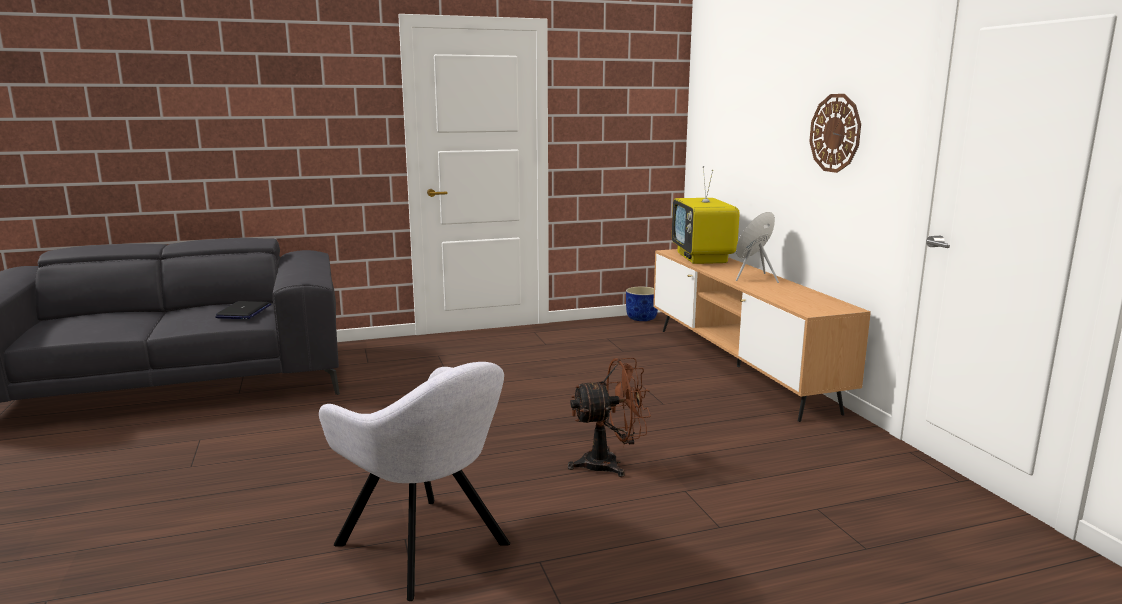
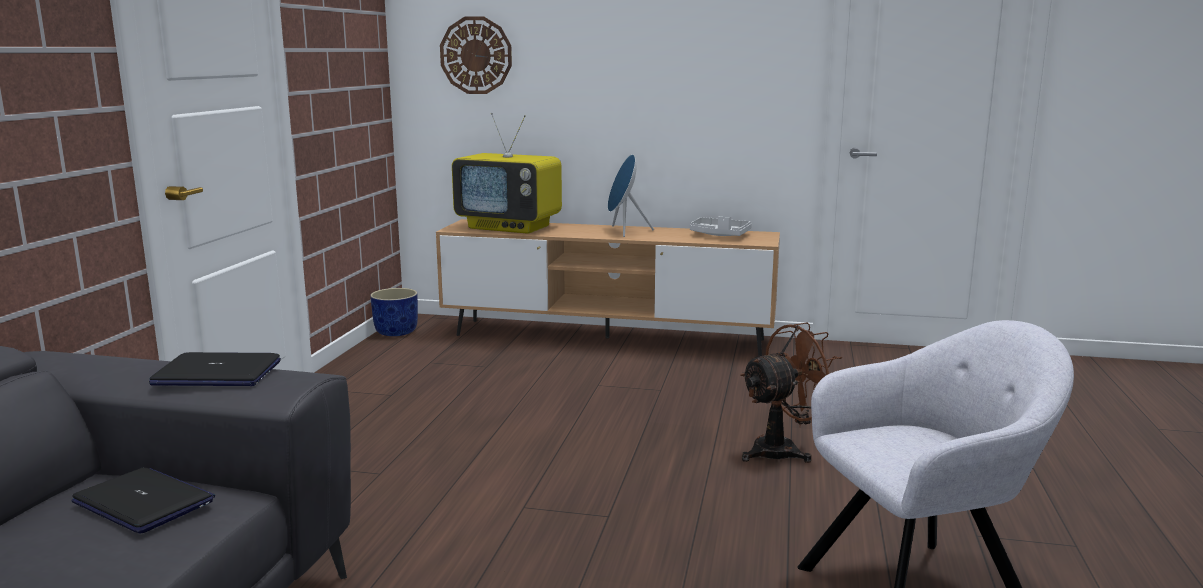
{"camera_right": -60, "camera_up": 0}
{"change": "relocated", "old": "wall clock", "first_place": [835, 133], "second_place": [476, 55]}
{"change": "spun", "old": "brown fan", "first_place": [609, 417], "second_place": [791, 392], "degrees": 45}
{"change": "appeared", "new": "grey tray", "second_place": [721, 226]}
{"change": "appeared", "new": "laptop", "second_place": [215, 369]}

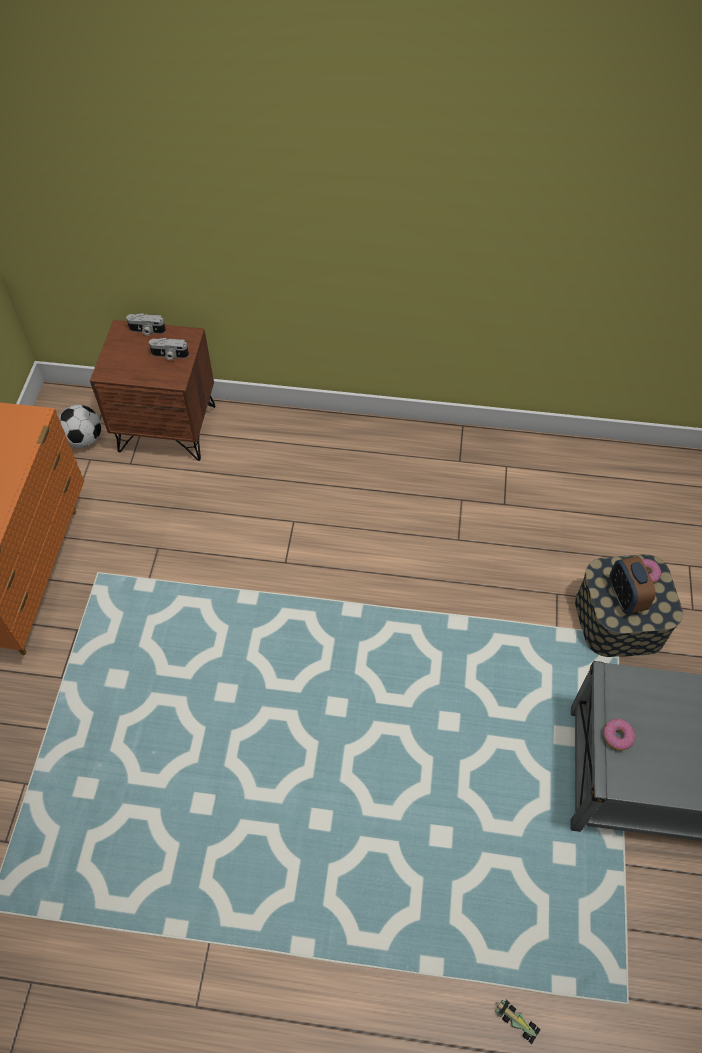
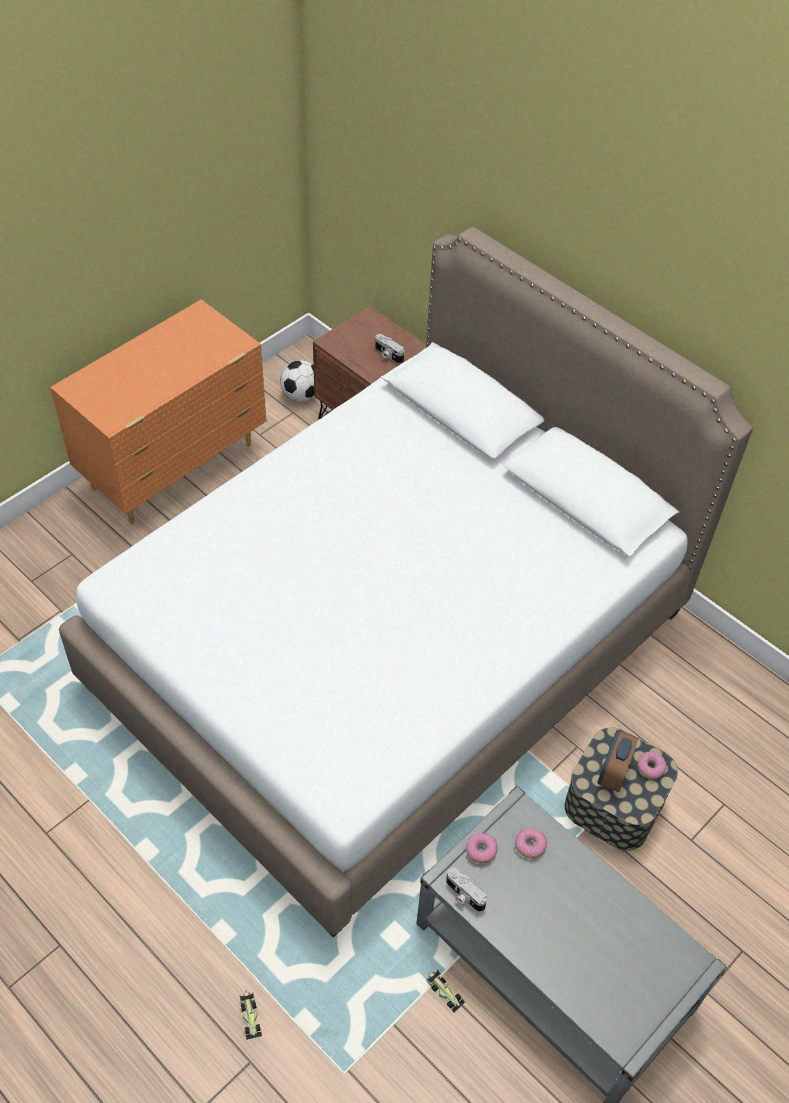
{"camera_right": 35, "camera_up": -5}
{"change": "relocated", "old": "photo camera", "first_place": [146, 324], "second_place": [466, 890]}
{"change": "appeared", "new": "white bed", "second_place": [406, 582]}
{"change": "appeared", "new": "donut", "second_place": [531, 843]}
{"change": "appeared", "new": "toy car", "second_place": [445, 991]}

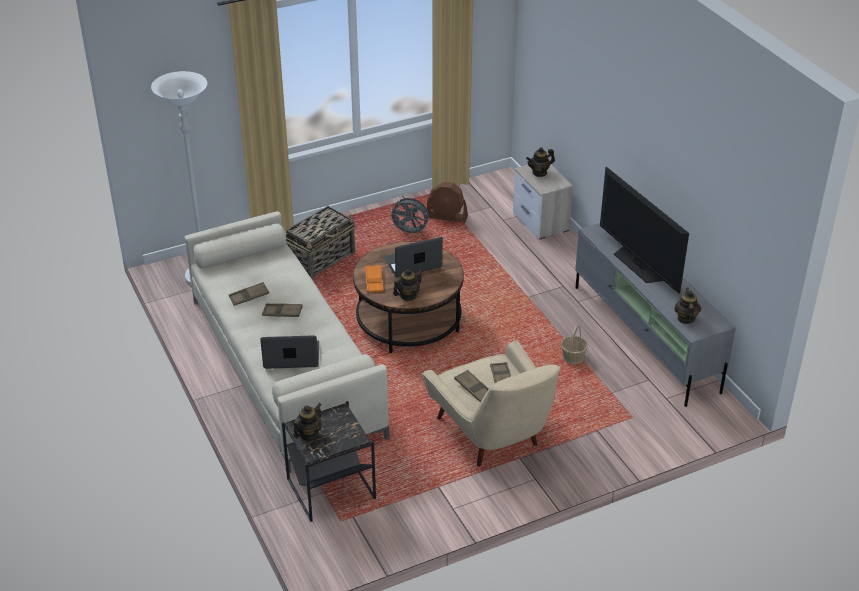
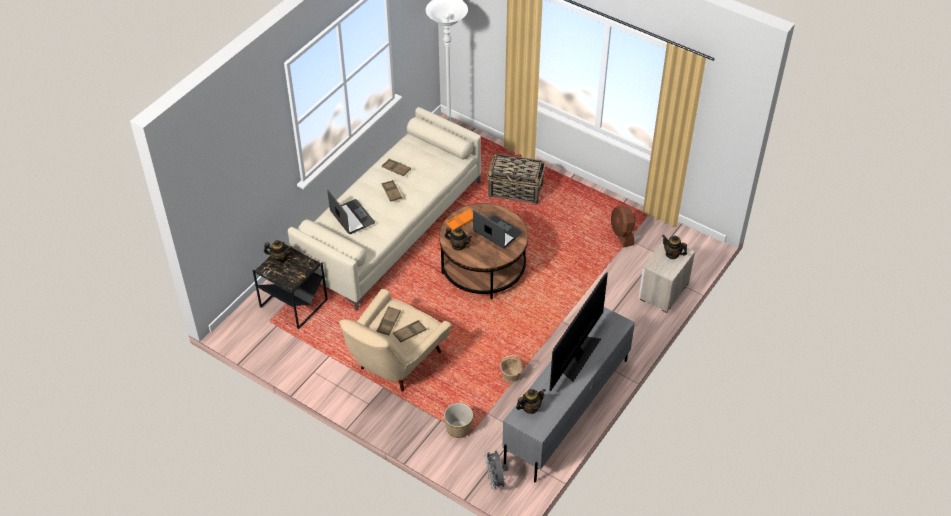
{"camera_right": 60, "camera_up": 10}
{"change": "relocated", "old": "grey fan", "first_place": [409, 217], "second_place": [496, 470]}
{"change": "appeared", "new": "planter", "second_place": [458, 420]}

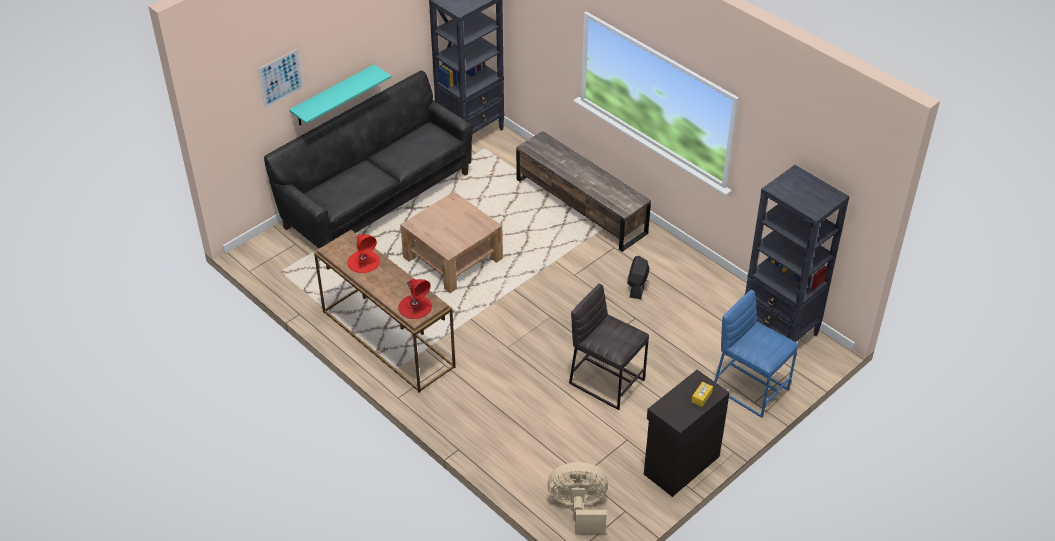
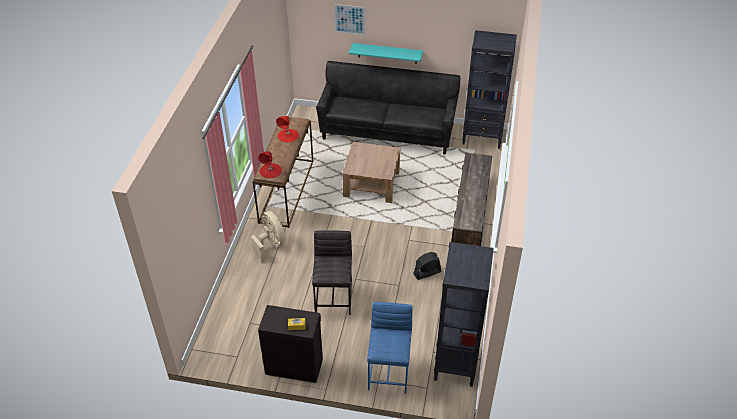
{"camera_right": 55, "camera_up": 0}
{"change": "relocated", "old": "beige fan", "first_place": [577, 498], "second_place": [268, 236]}

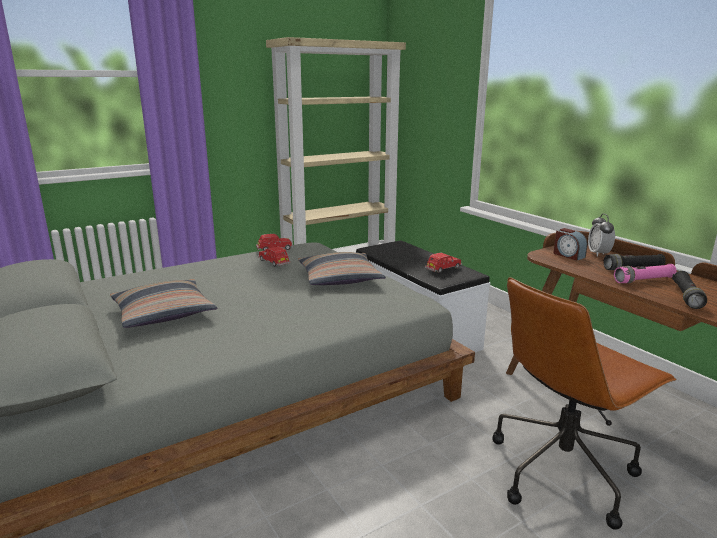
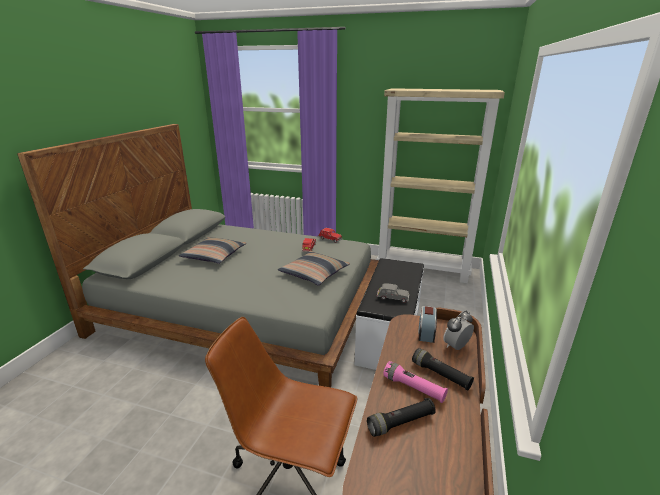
{"camera_right": 50, "camera_up": 5}
{"change": "colour", "old": "red toy car", "new": "grey toy car", "first_place": [443, 263], "second_place": [393, 293]}

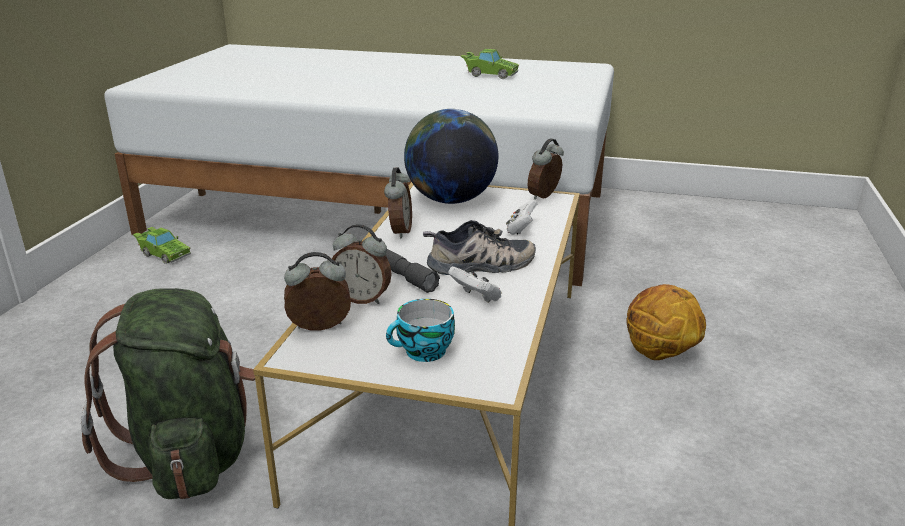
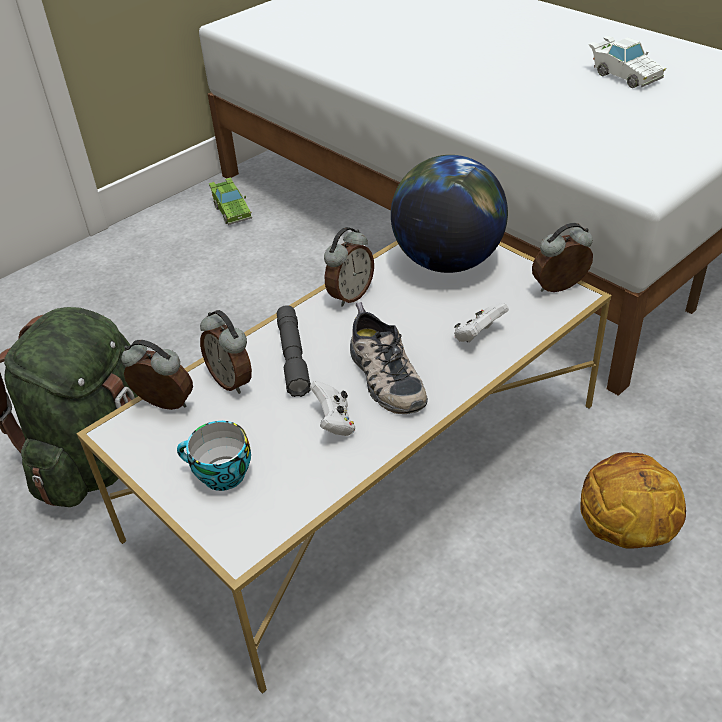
{"camera_right": 35, "camera_up": 15}
{"change": "colour", "old": "green toy car", "new": "white toy car", "first_place": [490, 64], "second_place": [627, 62]}
{"change": "spun", "old": "shoe", "first_place": [479, 247], "second_place": [389, 358], "degrees": 45}

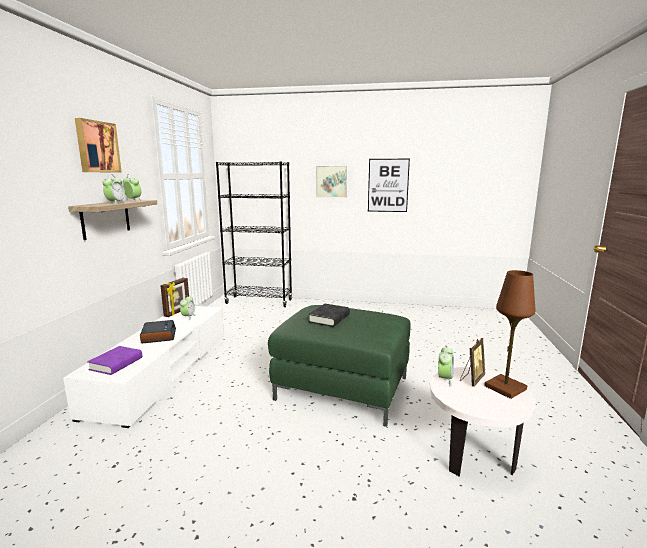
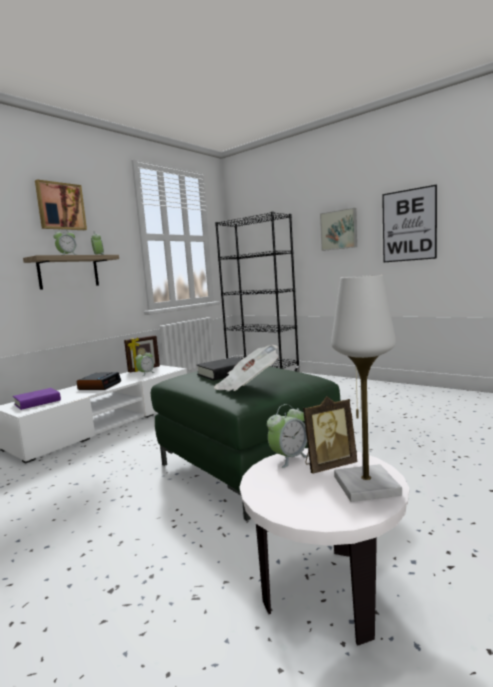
{"camera_right": 30, "camera_up": -5}
{"change": "colour", "old": "brown table lamp", "new": "white table lamp", "first_place": [509, 334], "second_place": [366, 388]}
{"change": "appeared", "new": "newspaper", "second_place": [246, 368]}

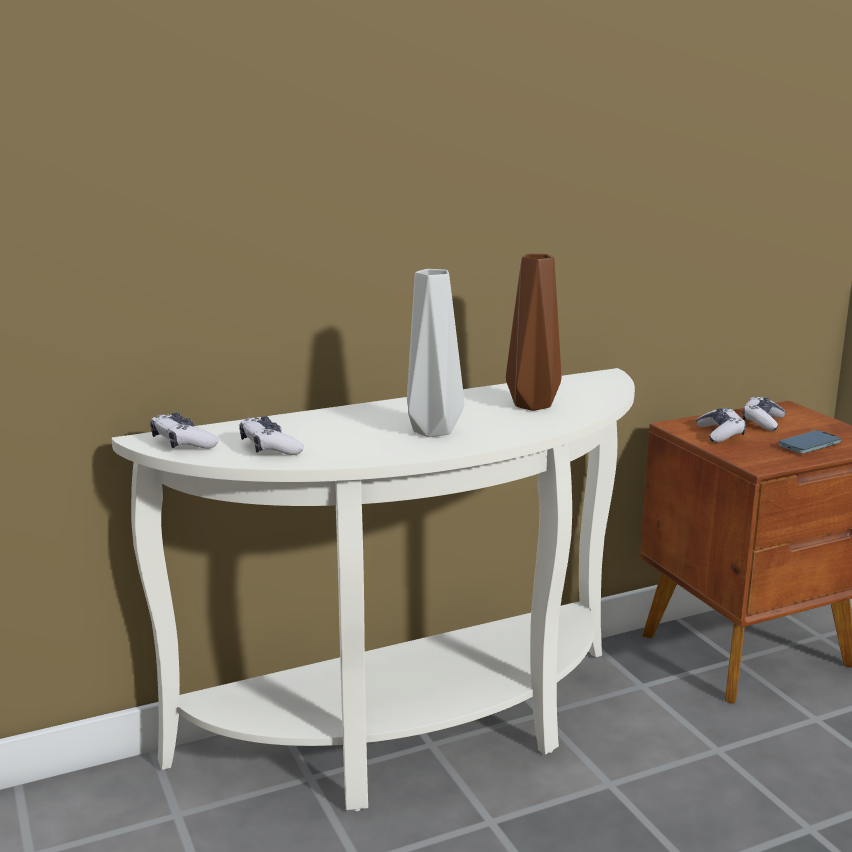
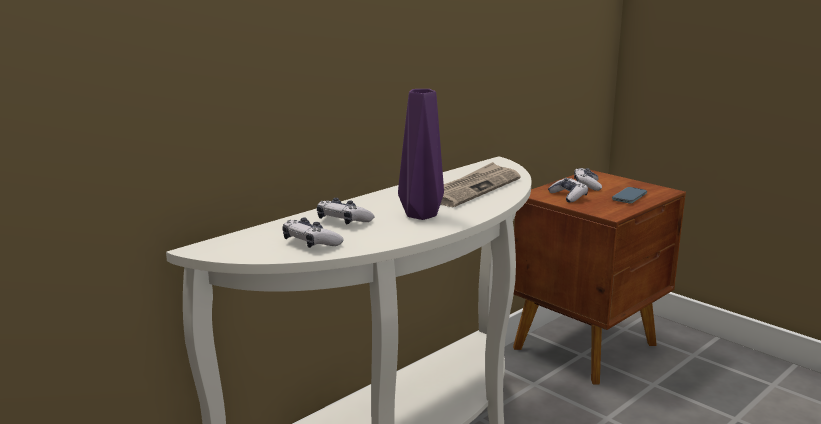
{"camera_right": -20, "camera_up": 0}
{"change": "exchanged", "old": "brown vase", "new": "newspaper", "first_place": [533, 332], "second_place": [480, 184]}
{"change": "colour", "old": "grey vase", "new": "purple vase", "first_place": [435, 353], "second_place": [421, 154]}
{"change": "relocated", "old": "game controller", "first_place": [184, 430], "second_place": [346, 211]}

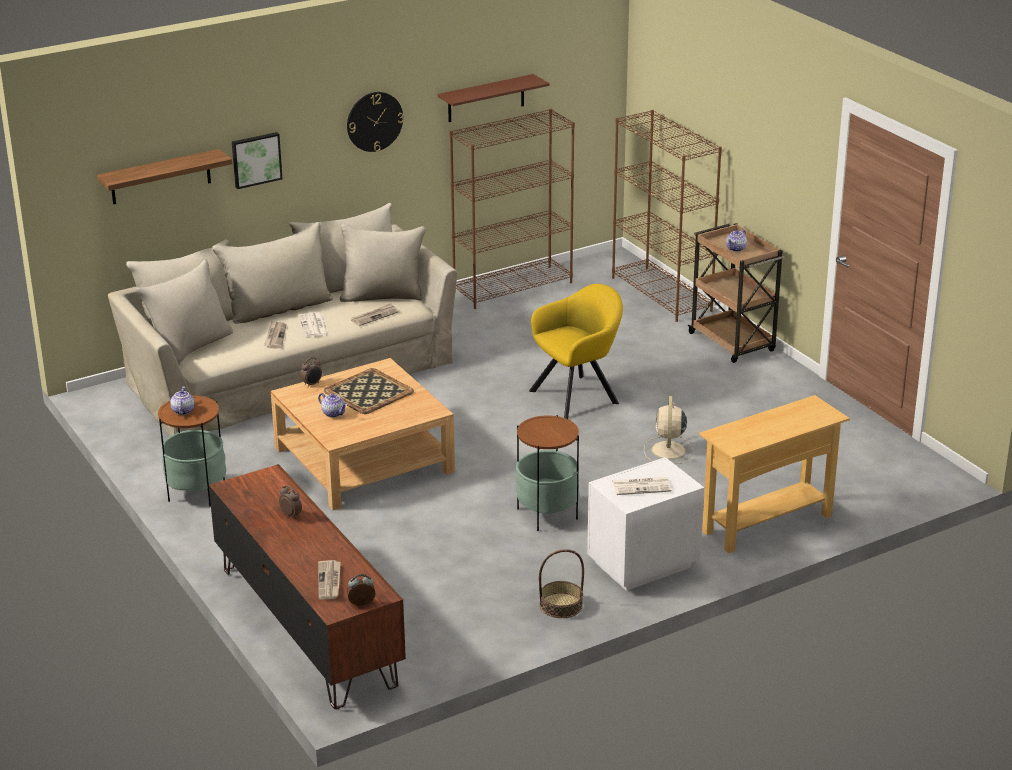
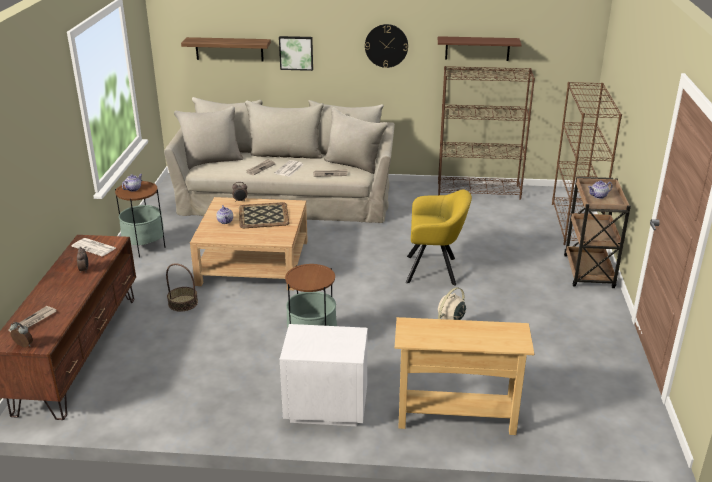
{"camera_right": 35, "camera_up": 0}
{"change": "relocated", "old": "newspaper", "first_place": [642, 486], "second_place": [93, 247]}
{"change": "relocated", "old": "basket", "first_place": [561, 583], "second_place": [182, 287]}

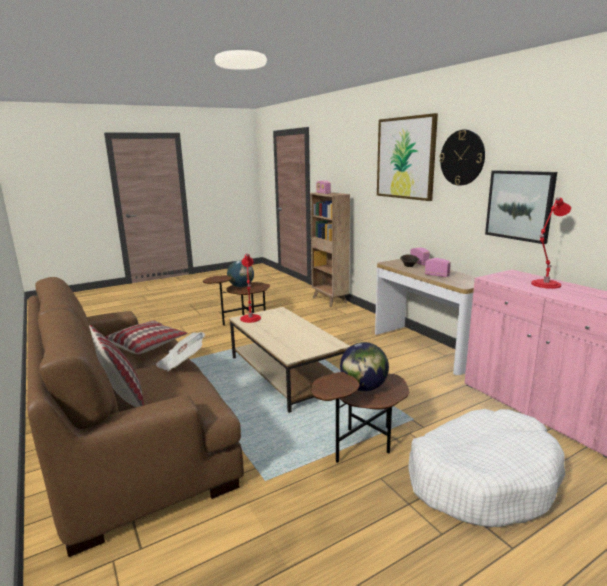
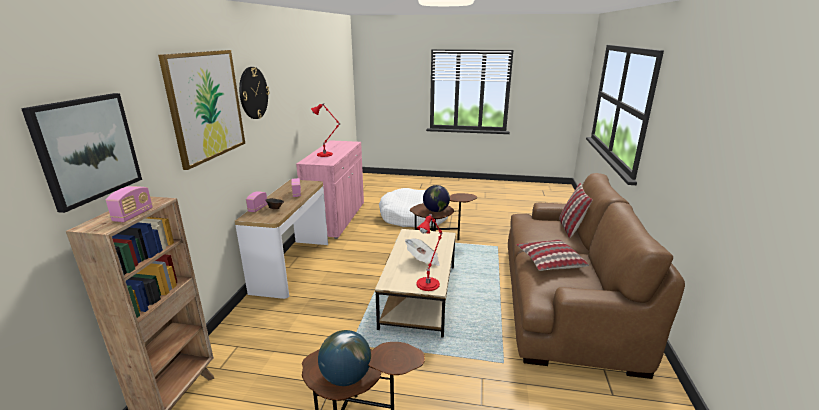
{"camera_right": -140, "camera_up": 5}
{"change": "relocated", "old": "picture", "first_place": [521, 207], "second_place": [81, 153]}
{"change": "relocated", "old": "newspaper", "first_place": [180, 352], "second_place": [422, 252]}

